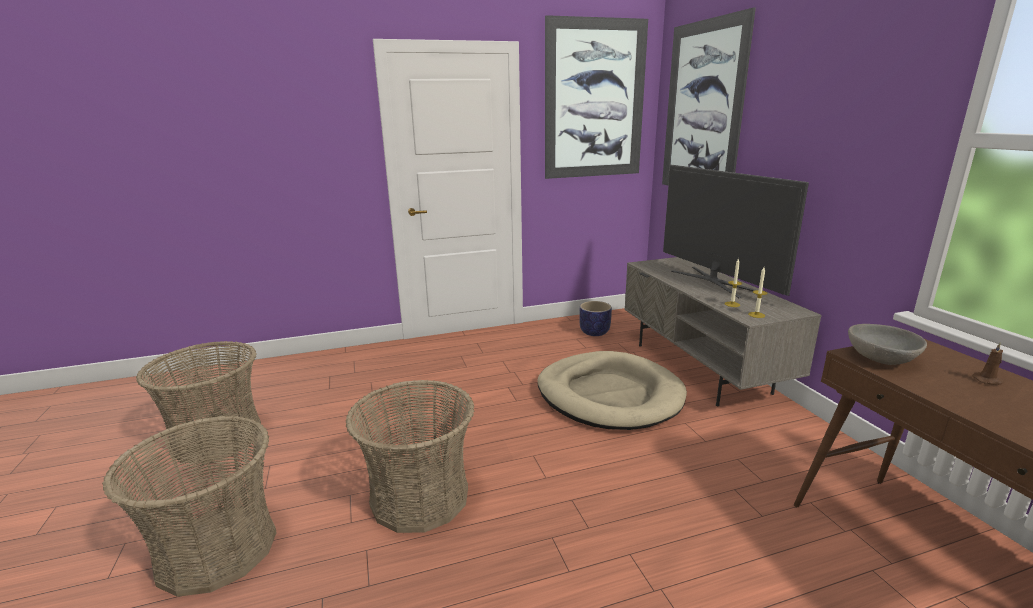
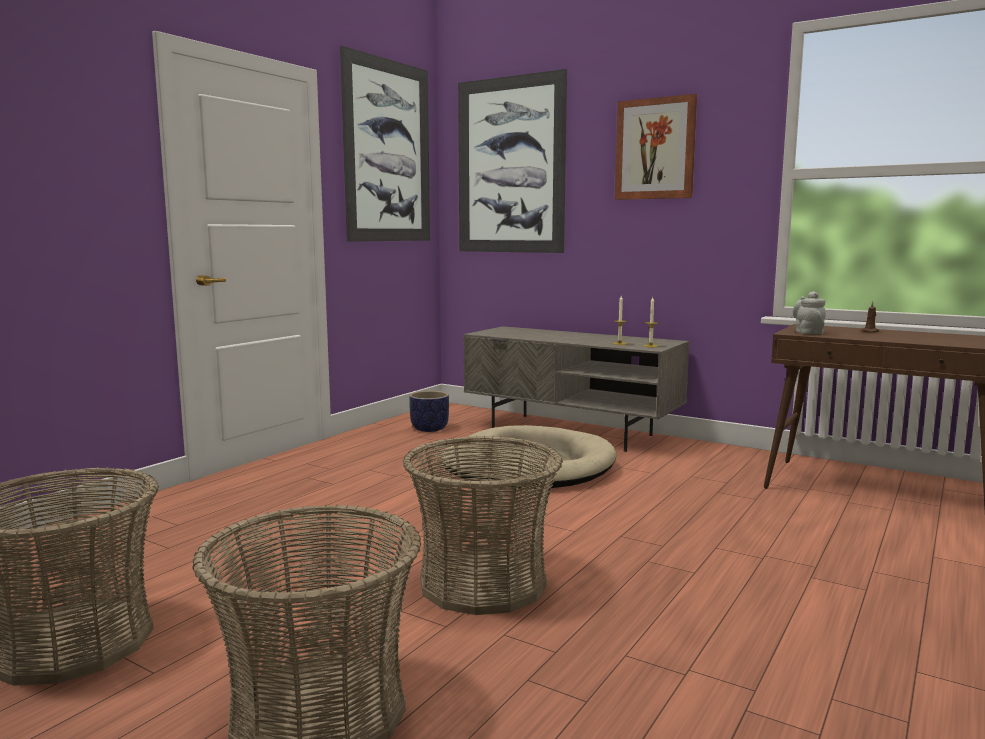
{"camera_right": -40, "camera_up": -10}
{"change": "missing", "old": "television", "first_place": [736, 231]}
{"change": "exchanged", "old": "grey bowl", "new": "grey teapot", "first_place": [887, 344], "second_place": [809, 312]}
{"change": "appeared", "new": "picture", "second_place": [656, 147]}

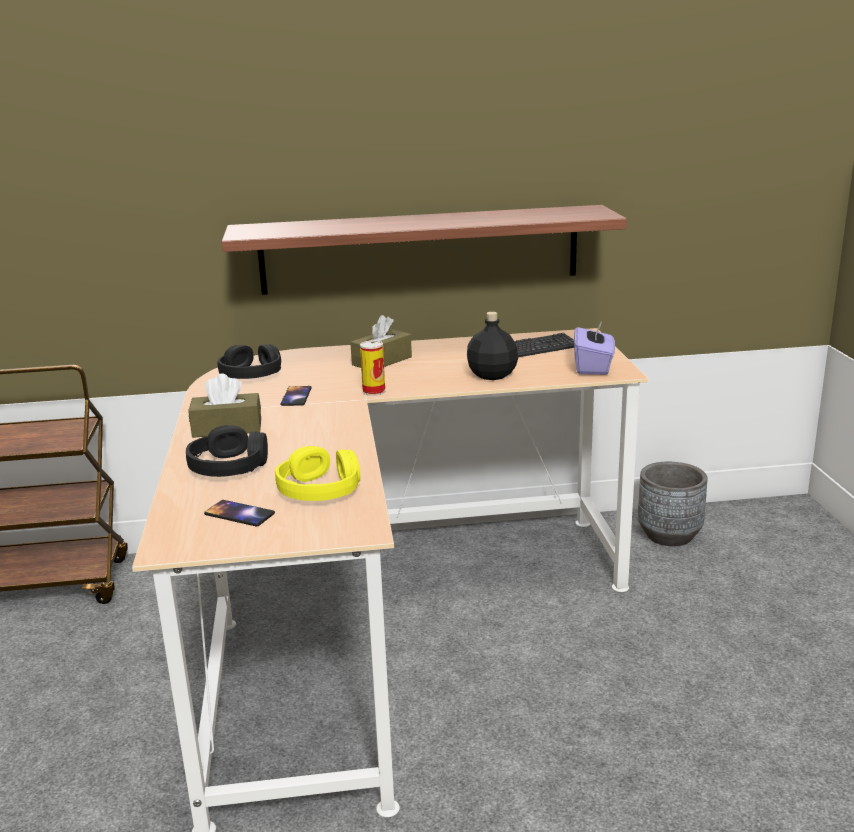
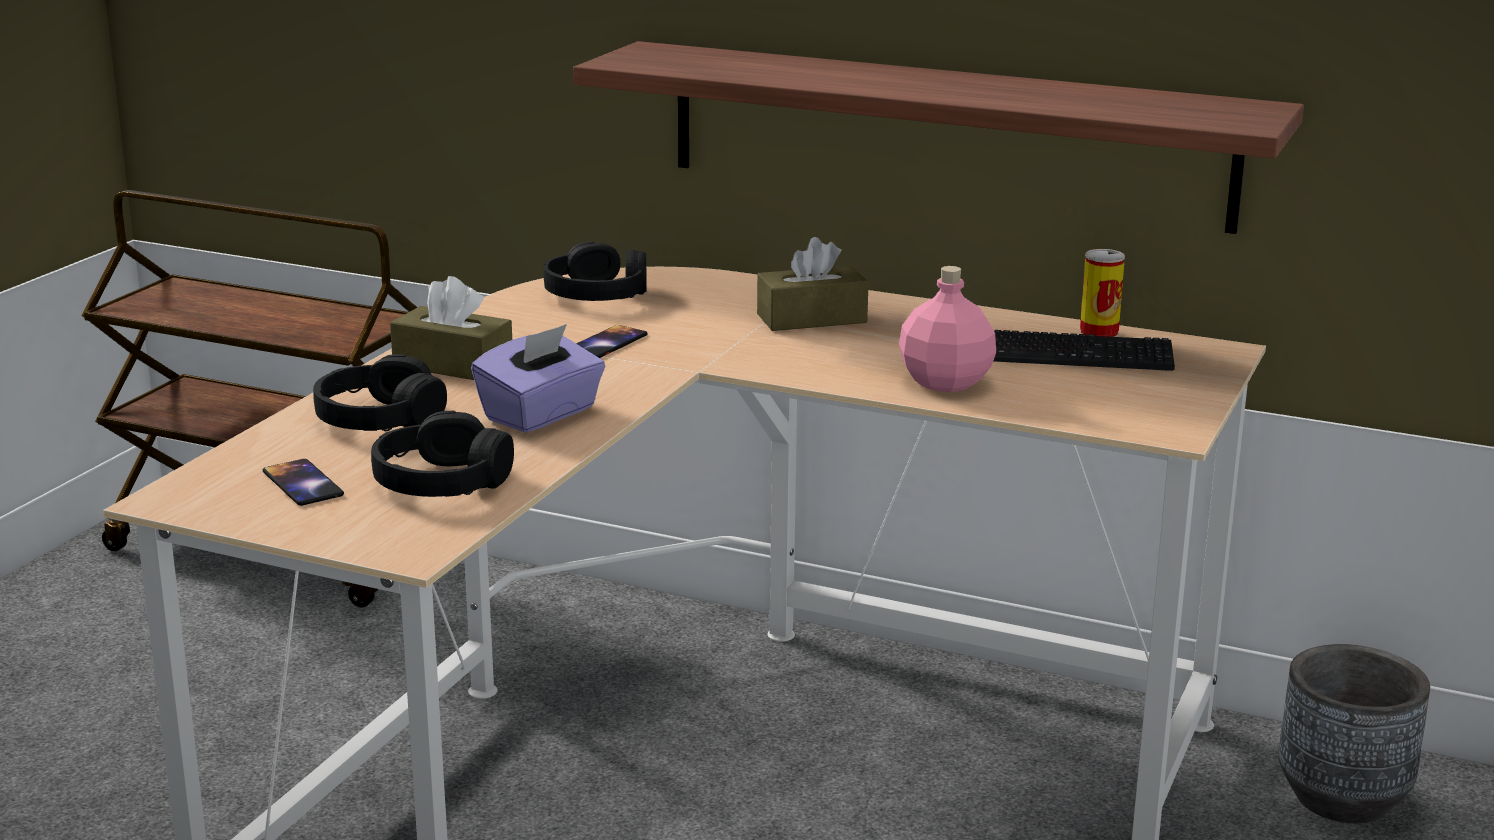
{"camera_right": 30, "camera_up": 0}
{"change": "colour", "old": "black bottle", "new": "pink bottle", "first_place": [492, 346], "second_place": [947, 329]}
{"change": "relocated", "old": "purple tissue box", "first_place": [594, 347], "second_place": [538, 378]}
{"change": "relocated", "old": "can", "first_place": [372, 368], "second_place": [1102, 293]}
{"change": "colour", "old": "yellow headphones", "new": "black headphones", "first_place": [317, 473], "second_place": [442, 454]}

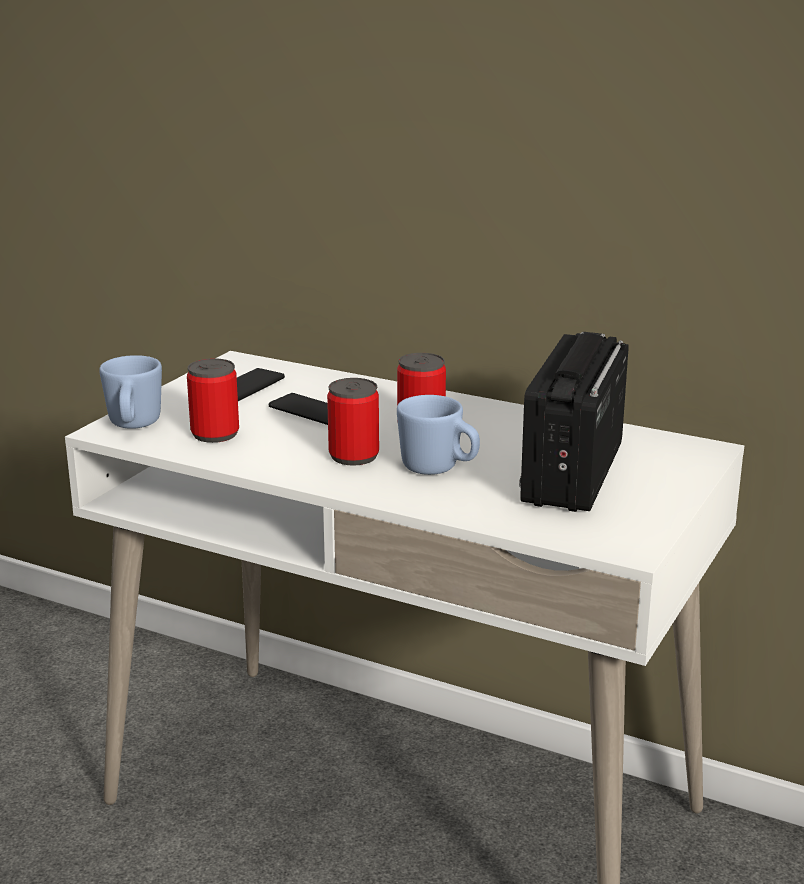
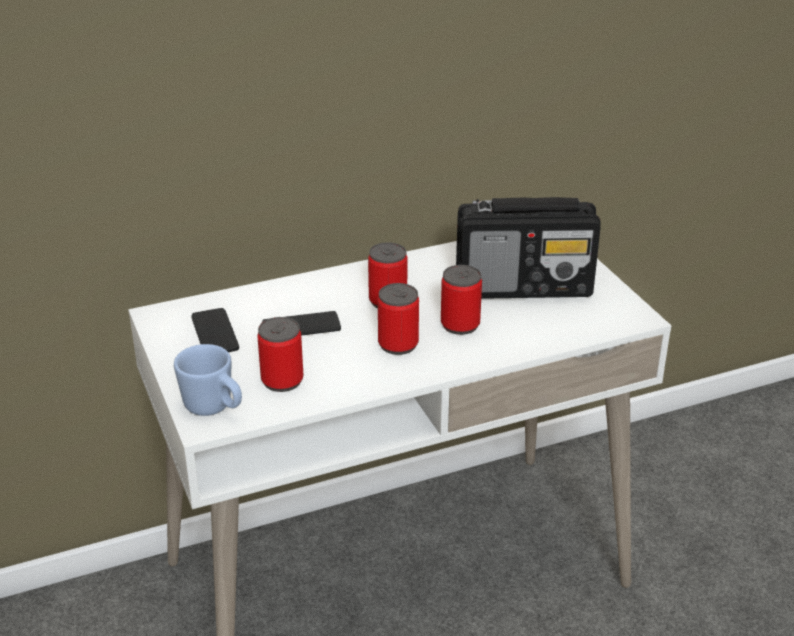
{"camera_right": -50, "camera_up": 10}
{"change": "spun", "old": "radio", "first_place": [574, 422], "second_place": [528, 248], "degrees": -60}
{"change": "exchanged", "old": "blue mug", "new": "can", "first_place": [438, 435], "second_place": [461, 300]}

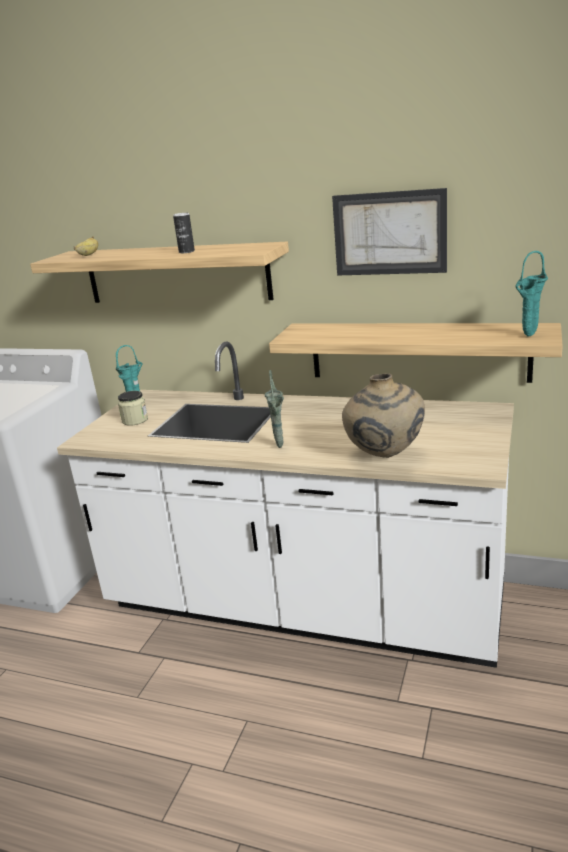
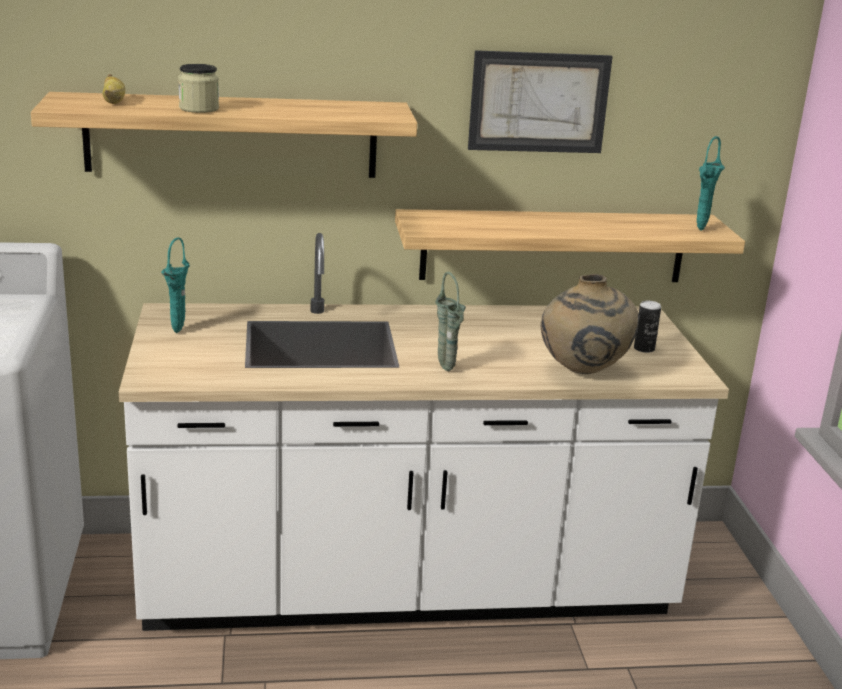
{"camera_right": -30, "camera_up": 0}
{"change": "relocated", "old": "can", "first_place": [184, 233], "second_place": [647, 327]}
{"change": "relocated", "old": "jar", "first_place": [133, 408], "second_place": [198, 88]}

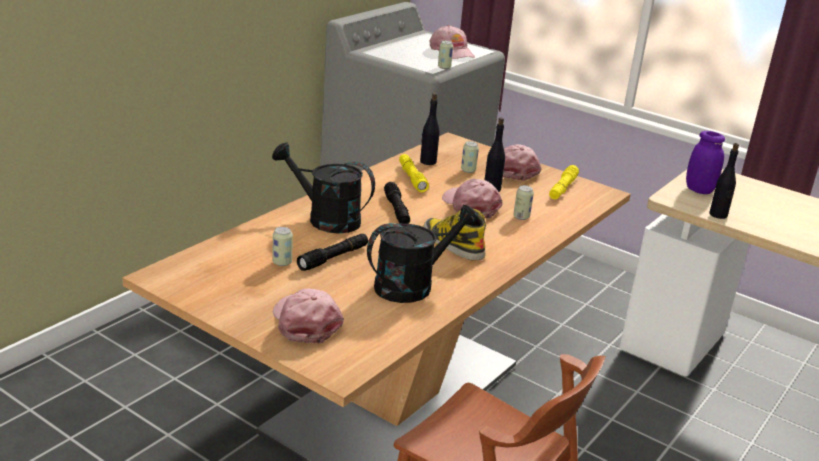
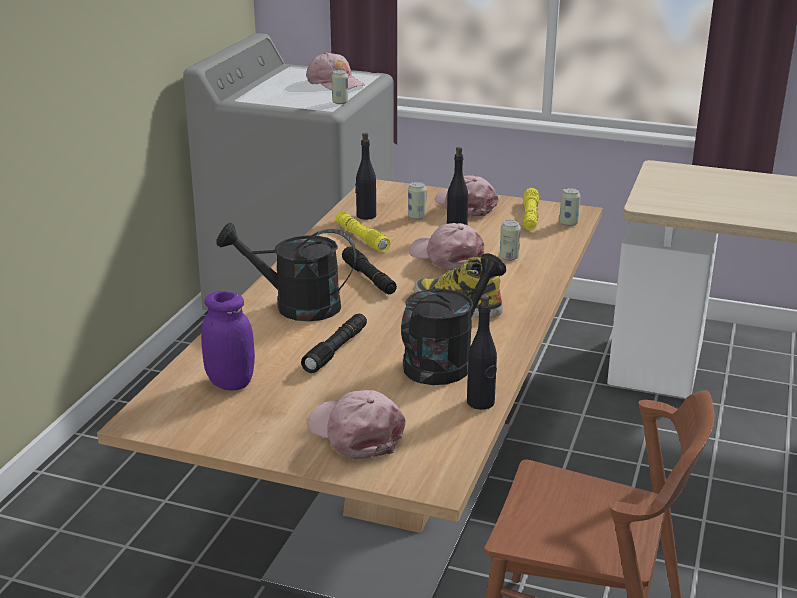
{"camera_right": -15, "camera_up": 0}
{"change": "relocated", "old": "purple jar", "first_place": [705, 162], "second_place": [228, 340]}
{"change": "relocated", "old": "black bottle", "first_place": [724, 181], "second_place": [482, 352]}
{"change": "relocated", "old": "can", "first_place": [282, 246], "second_place": [570, 207]}

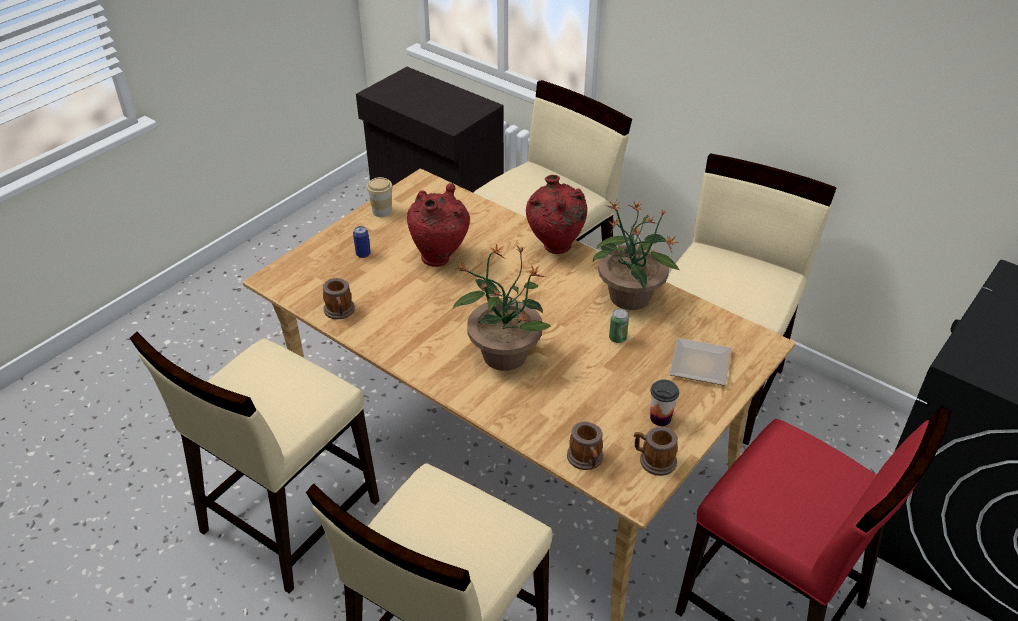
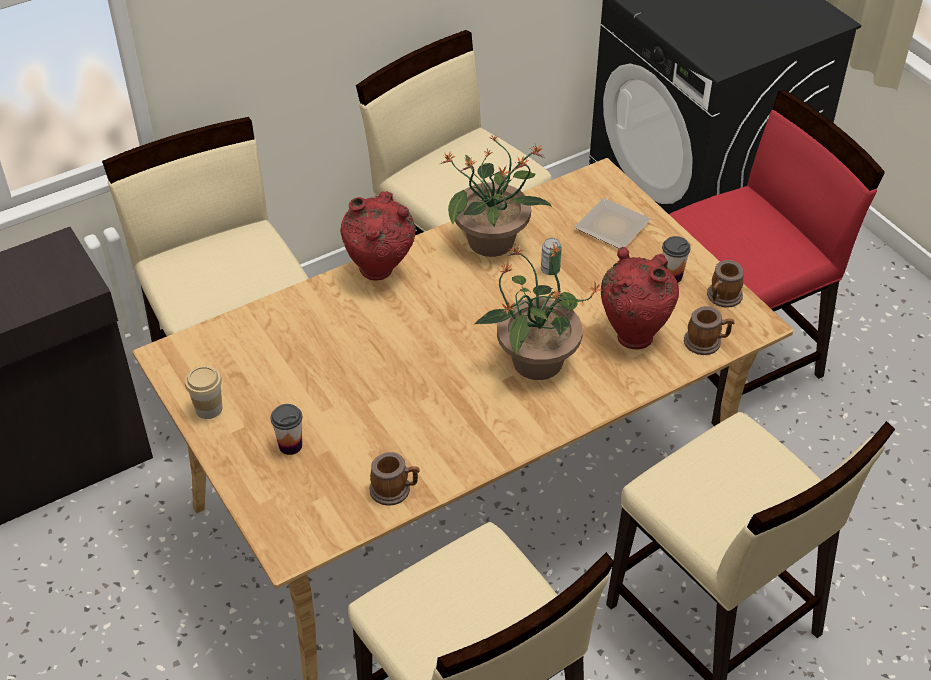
{"camera_right": -70, "camera_up": 5}
{"change": "relocated", "old": "red vase", "first_place": [438, 225], "second_place": [640, 298]}
{"change": "exchanged", "old": "can", "new": "cup", "first_place": [362, 242], "second_place": [286, 429]}

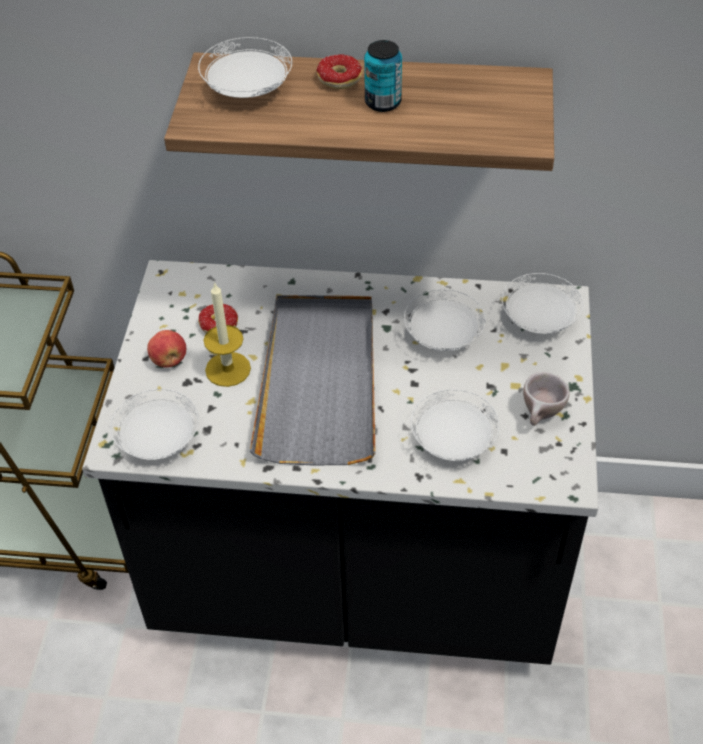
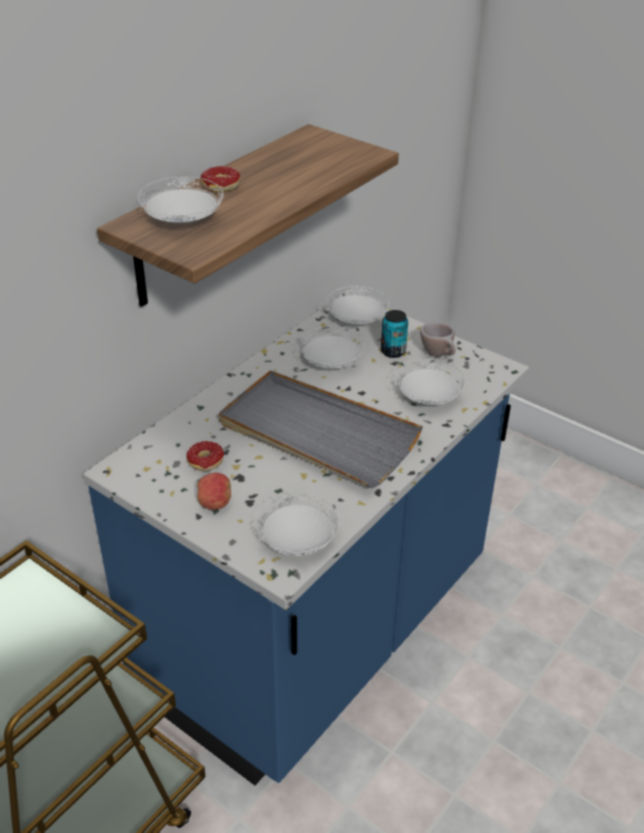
{"camera_right": -60, "camera_up": -10}
{"change": "relocated", "old": "can", "first_place": [383, 76], "second_place": [394, 334]}
{"change": "colour", "old": "black counter", "new": "blue counter", "first_place": [340, 462], "second_place": [306, 538]}
{"change": "missing", "old": "candle", "first_place": [227, 334]}

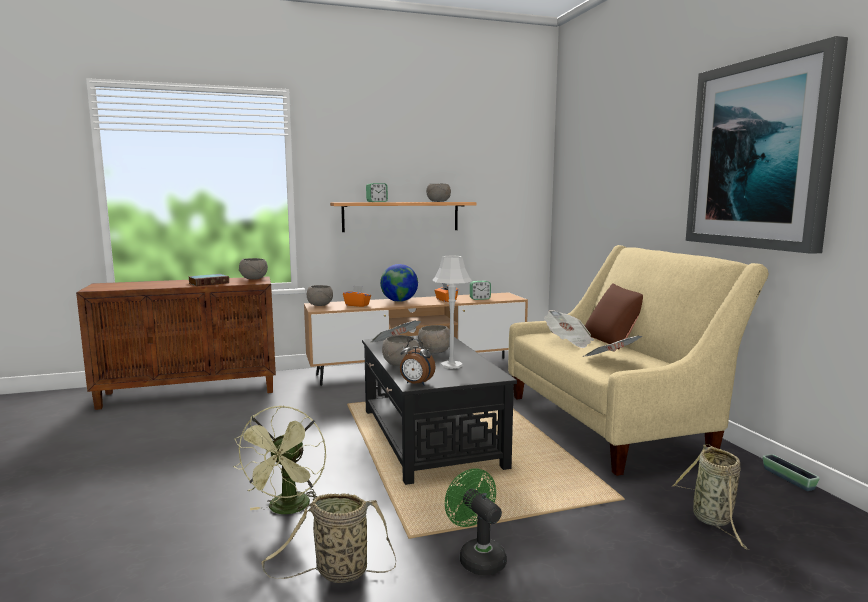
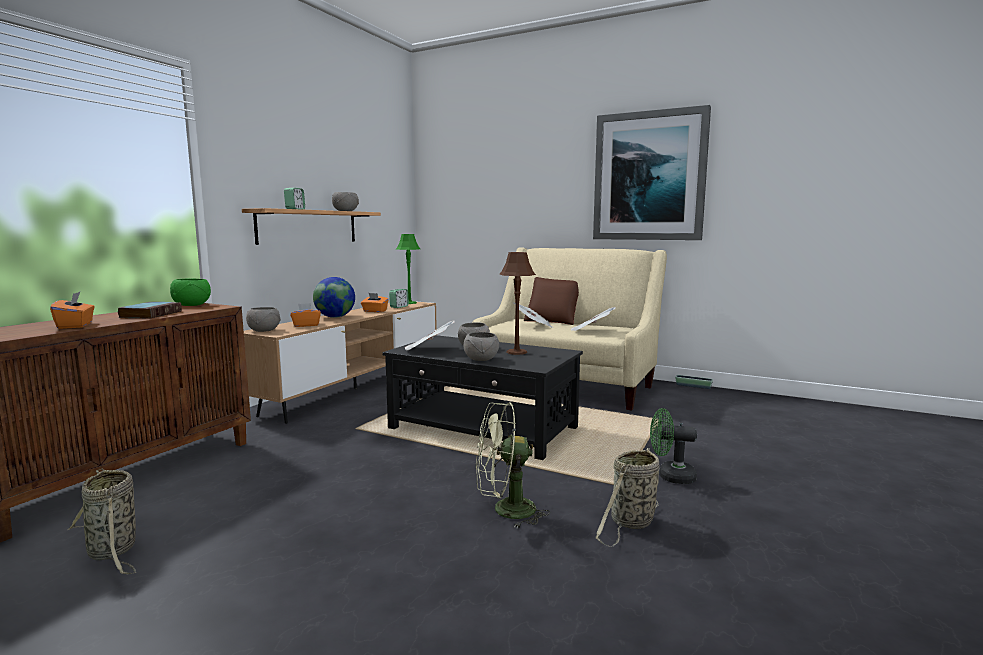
{"camera_right": -45, "camera_up": 0}
{"change": "colour", "old": "grey table lamp", "new": "brown table lamp", "first_place": [452, 312], "second_place": [518, 303]}
{"change": "colour", "old": "grey bowl", "new": "green bowl", "first_place": [253, 269], "second_place": [190, 292]}
{"change": "missing", "old": "alarm clock", "first_place": [417, 362]}
{"change": "spun", "old": "green fan", "first_place": [279, 459], "second_place": [513, 465], "degrees": 120}
{"change": "relocated", "old": "basket", "first_place": [710, 497], "second_place": [102, 521]}
{"change": "appeared", "new": "green table lamp", "second_place": [408, 269]}
{"change": "appeared", "new": "orange tissue box", "second_place": [72, 310]}

